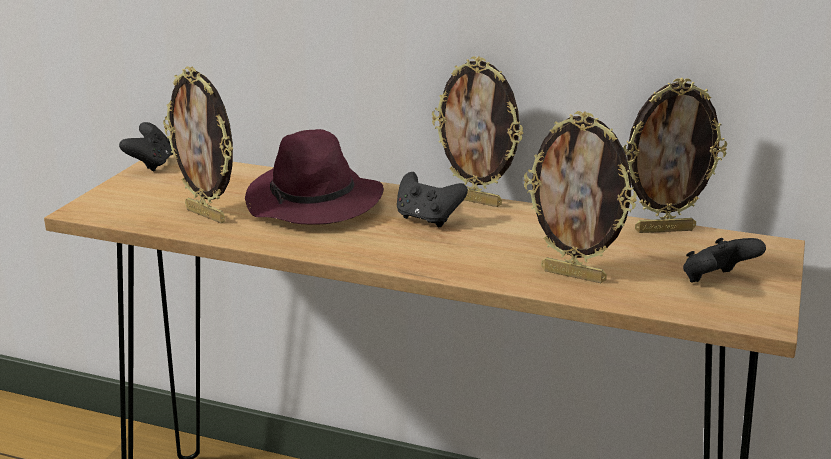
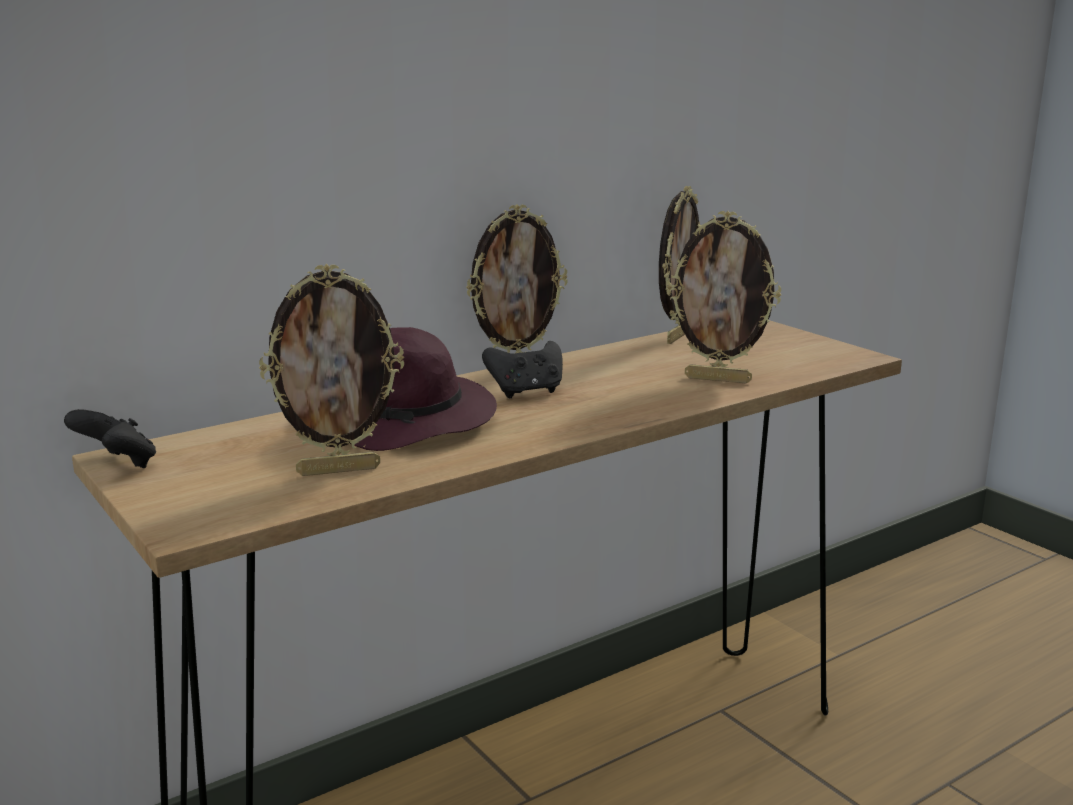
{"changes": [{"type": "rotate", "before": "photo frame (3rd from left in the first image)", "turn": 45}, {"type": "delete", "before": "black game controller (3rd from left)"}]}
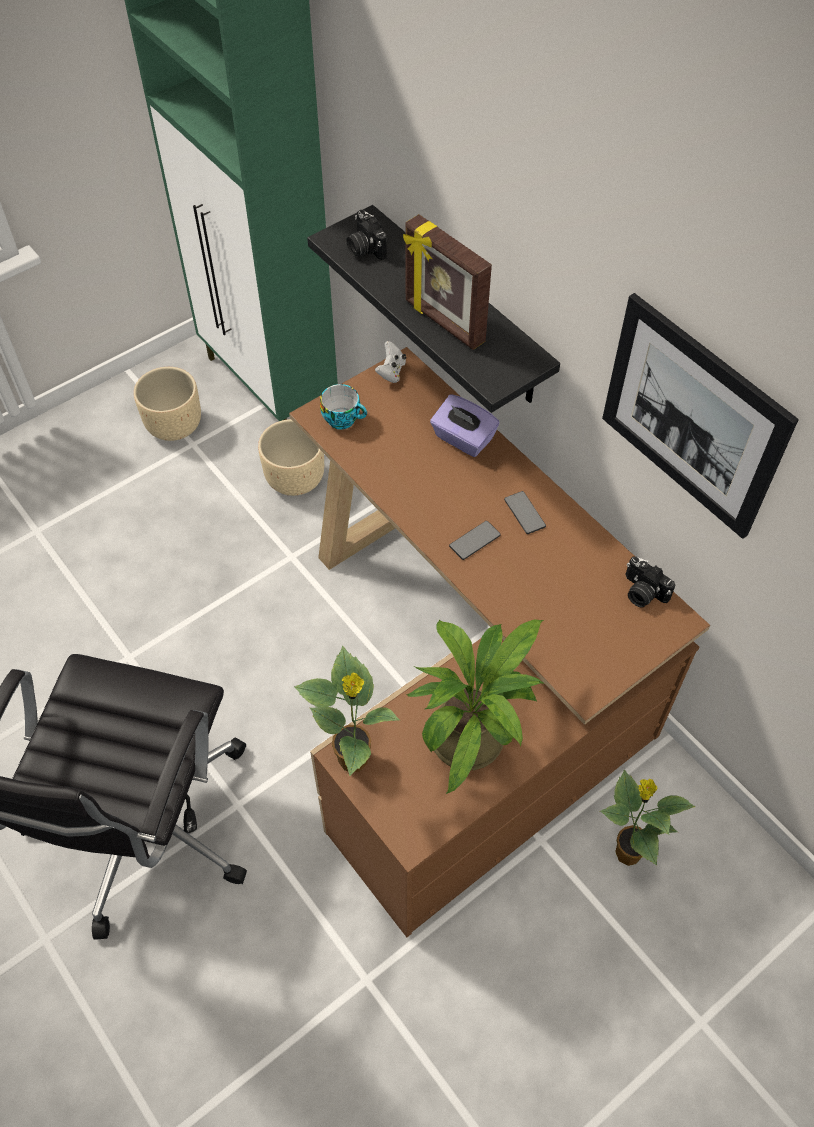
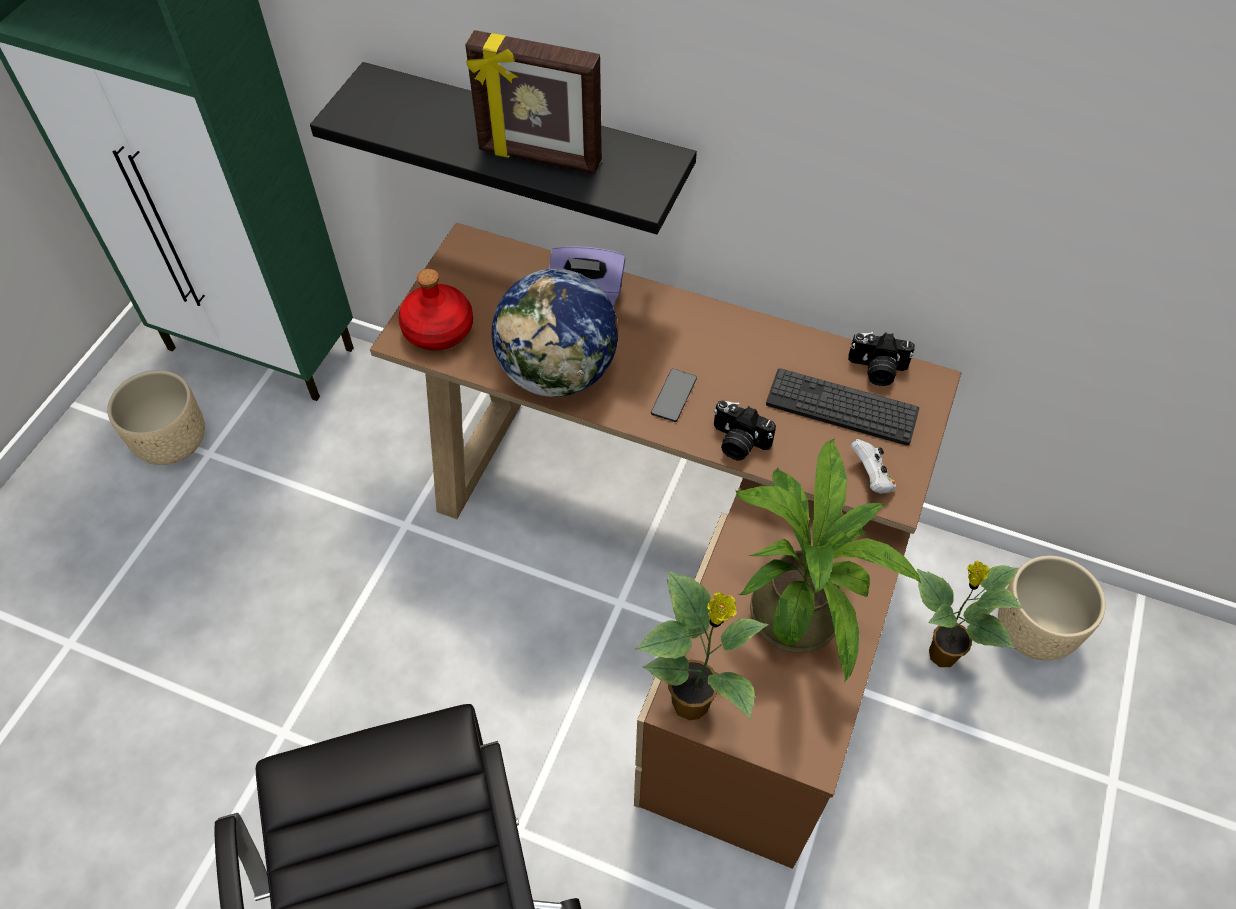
{"changes": [{"type": "replace", "before": "small cup", "after": "red-coloured bottle"}, {"type": "insert", "after": "desk globe"}, {"type": "move", "before": "still camera (1st from left)"}, {"type": "insert", "after": "computer keyboard"}, {"type": "move", "before": "white-coloured game controller"}, {"type": "move", "before": "beige plant pot (2nd from left)"}, {"type": "delete", "before": "telephone (2nd from left)"}, {"type": "delete", "before": "picture"}]}
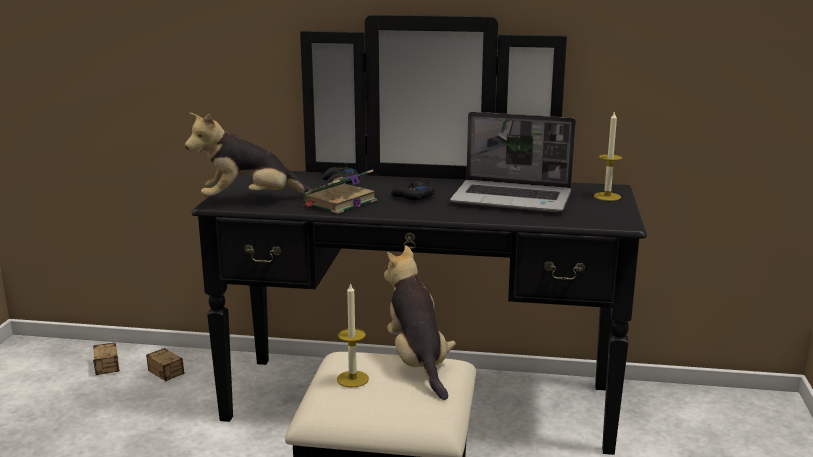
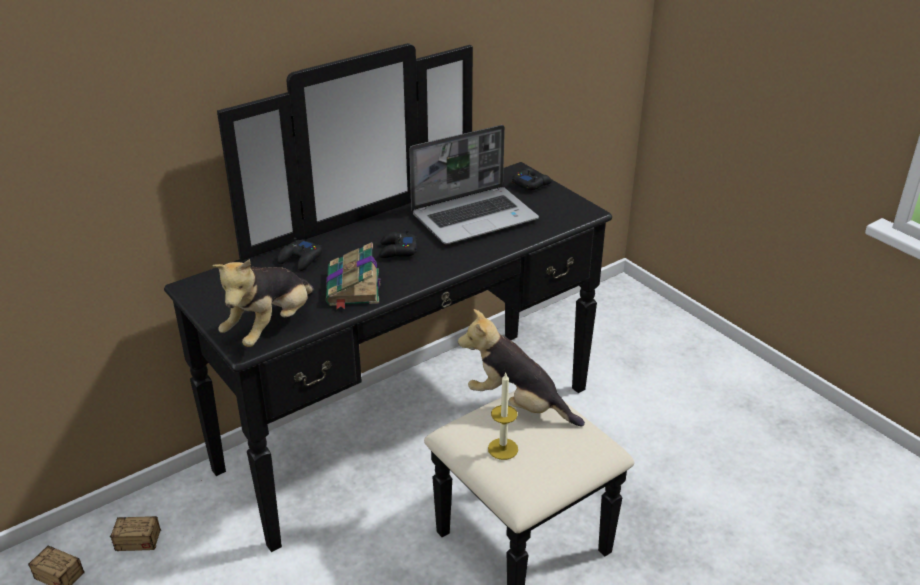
{"changes": [{"type": "replace", "before": "wax light (2nd from left)", "after": "black game controller (3rd from left)"}]}
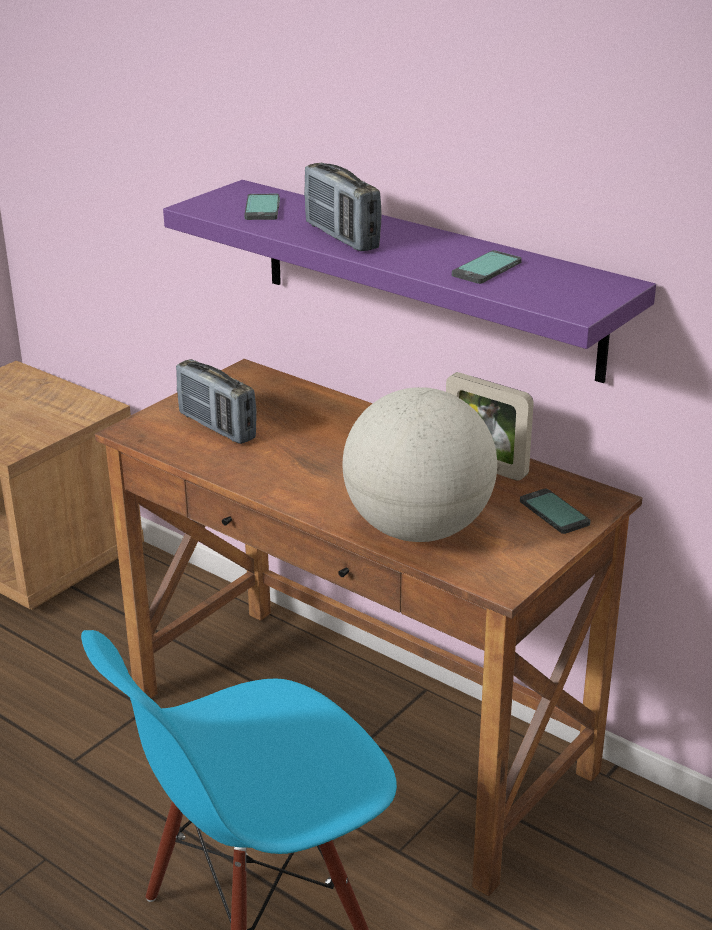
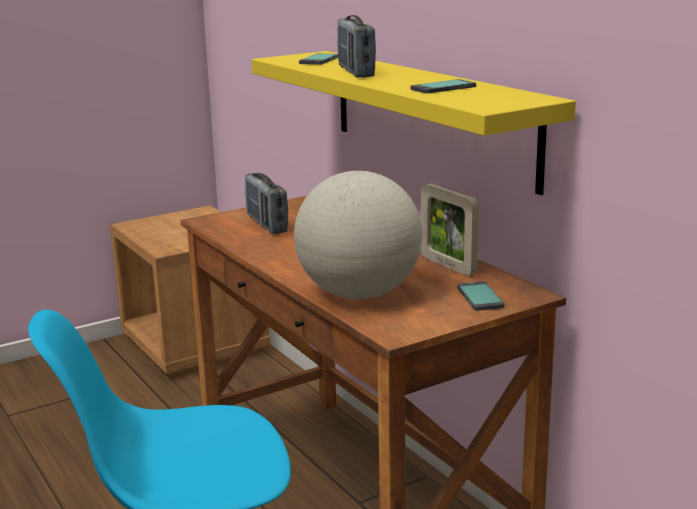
{"changes": [{"type": "recolor", "before": "purplish shelf", "after": "yellow-coloured shelf"}]}
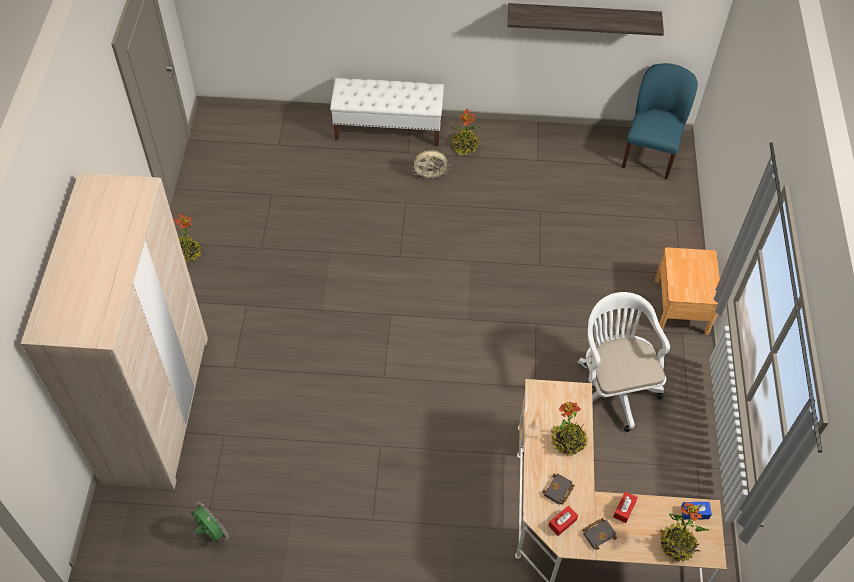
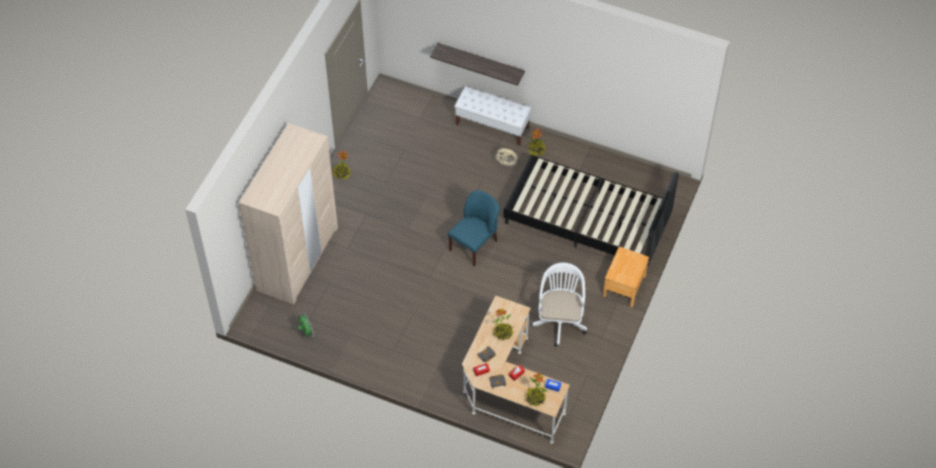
{"changes": [{"type": "move", "before": "shelf"}, {"type": "move", "before": "blue plain chair"}, {"type": "insert", "after": "black bed"}]}
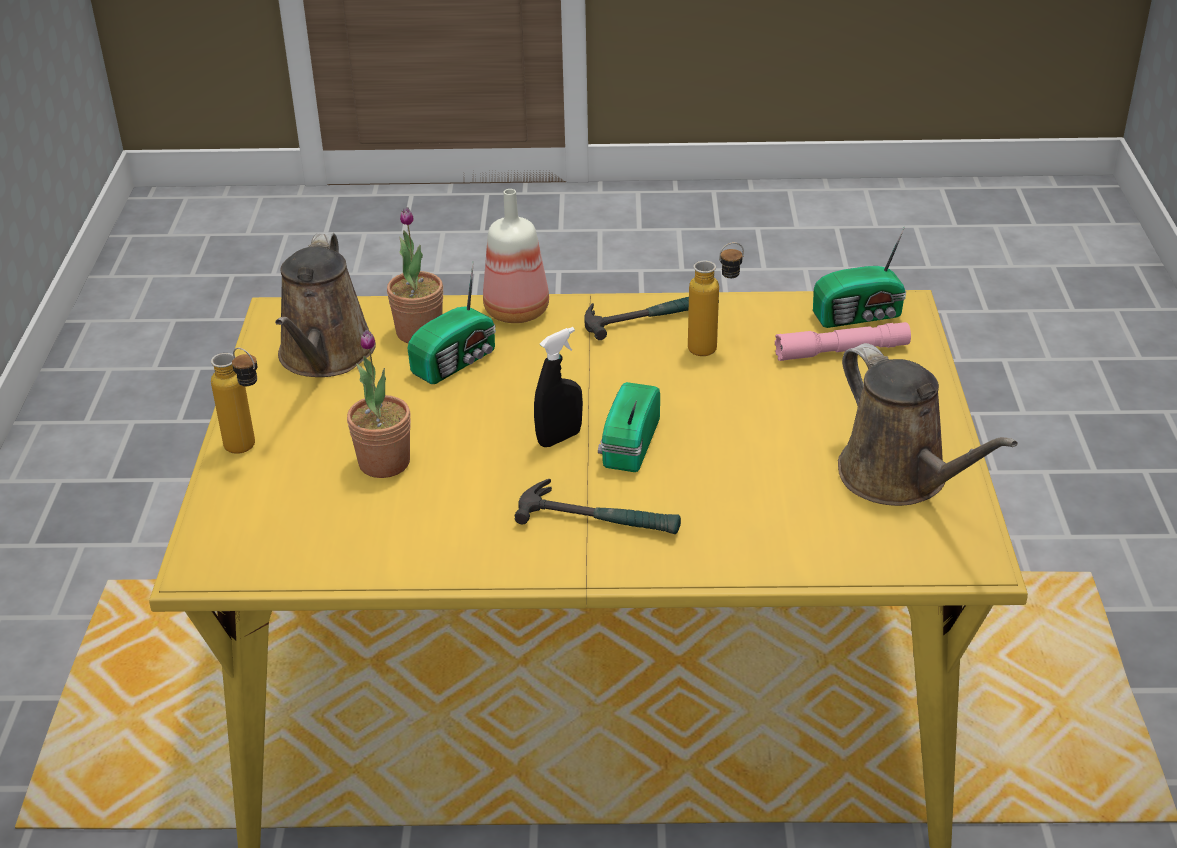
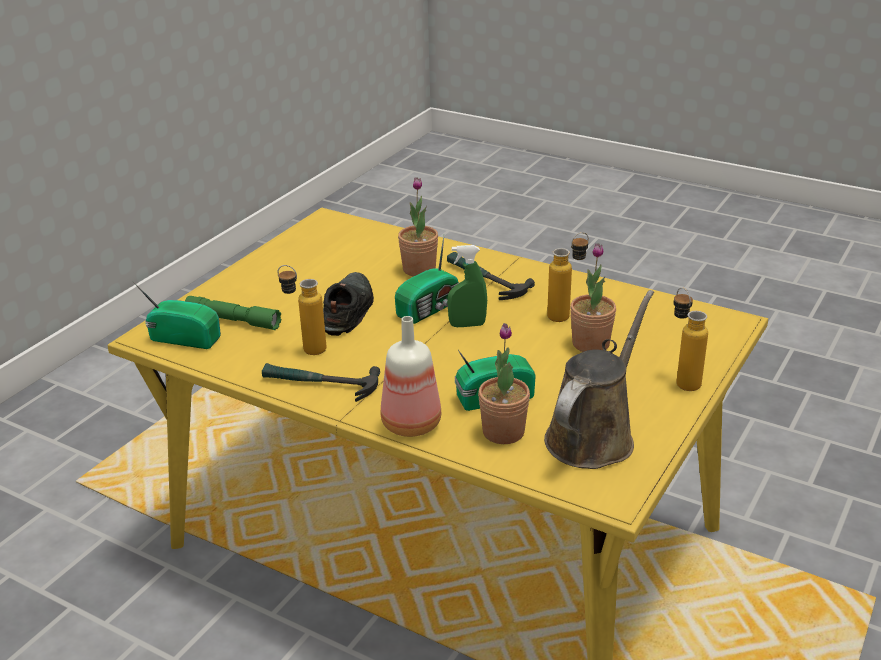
{"changes": [{"type": "recolor", "before": "pink-coloured hand torch", "after": "greenish hand torch"}, {"type": "insert", "after": "black low shoe"}, {"type": "insert", "after": "plant in a pot (1st from left)"}, {"type": "recolor", "before": "black spray bottle", "after": "greenish spray bottle"}, {"type": "insert", "after": "bottle (3rd from left)"}, {"type": "delete", "before": "brown-coloured sprinkling can (2nd from left)"}]}
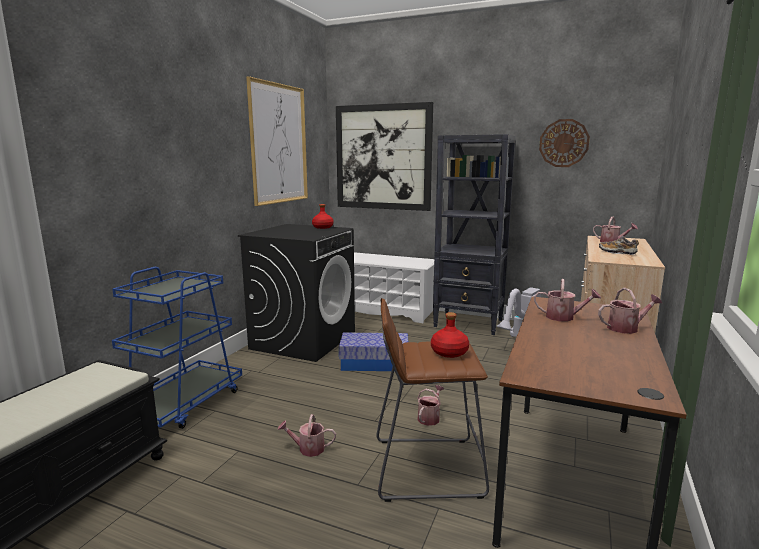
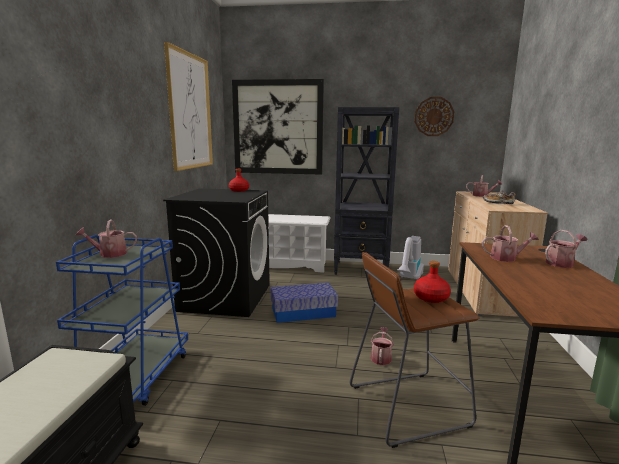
{"changes": [{"type": "move", "before": "sprinkling can (1st from left)"}]}
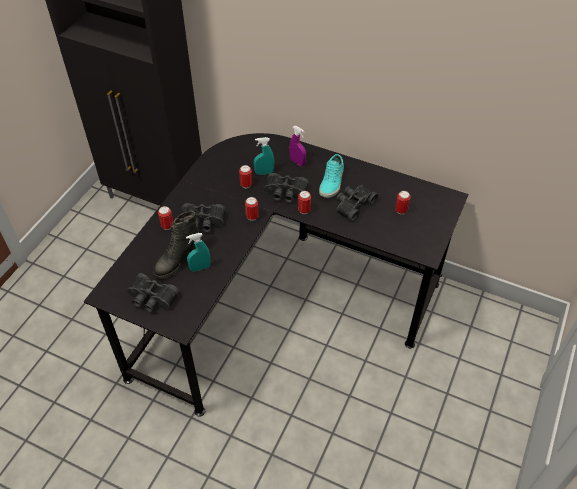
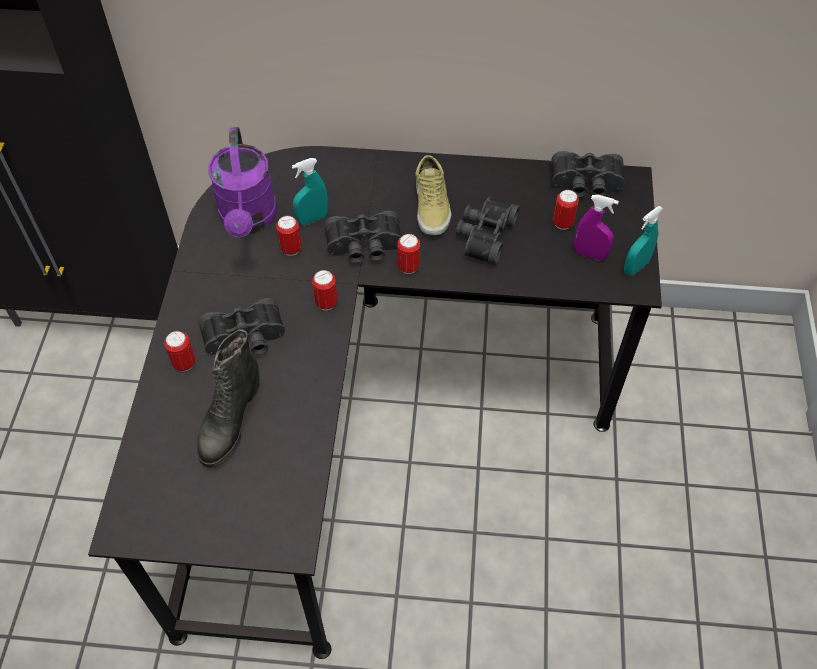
{"changes": [{"type": "insert", "after": "purplish sprinkling can"}, {"type": "recolor", "before": "turquoise-coloured low shoe", "after": "beige low shoe"}, {"type": "move", "before": "black field glasses (1st from left in the first image)", "after": "black field glasses (4th from left)"}, {"type": "move", "before": "purplish spray bottle"}, {"type": "move", "before": "turquoise-coloured spray bottle (1st from left in the first image)", "after": "turquoise-coloured spray bottle (2nd from left)"}]}
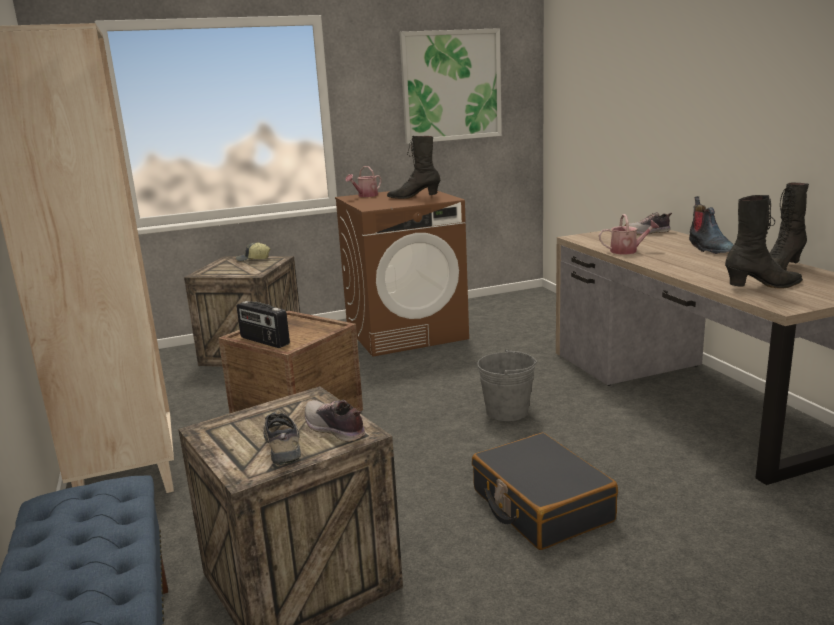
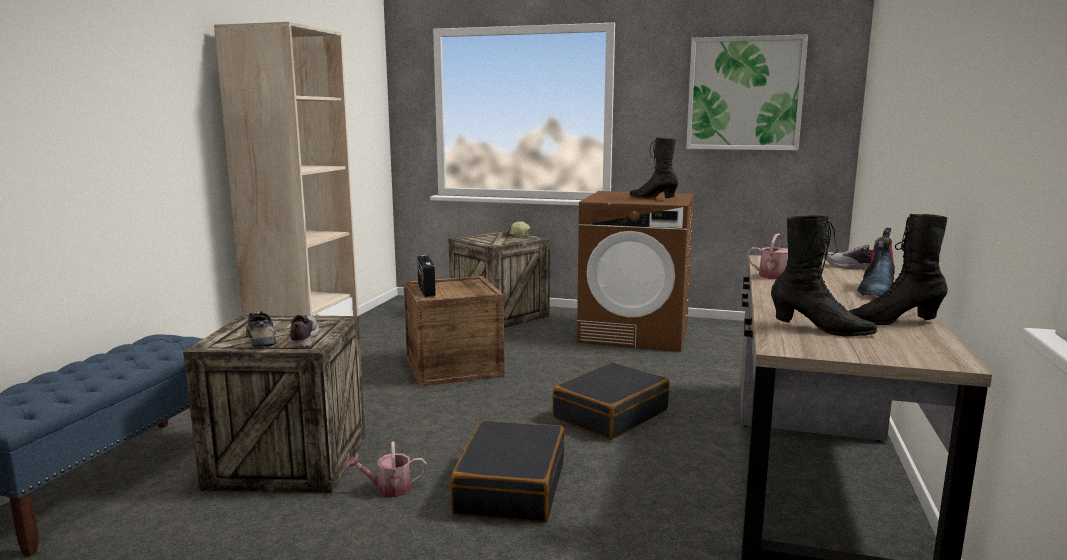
{"changes": [{"type": "rotate", "before": "low shoe (1st from left)", "turn": -45}, {"type": "move", "before": "sprinkling can (1st from left)"}, {"type": "replace", "before": "grey water bucket", "after": "black suitcase (2nd from left)"}]}
